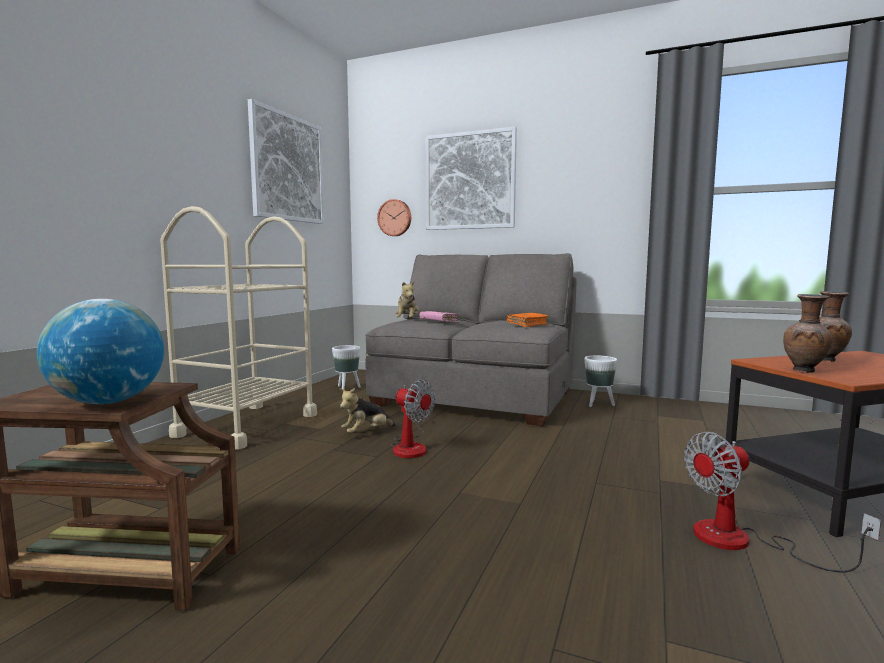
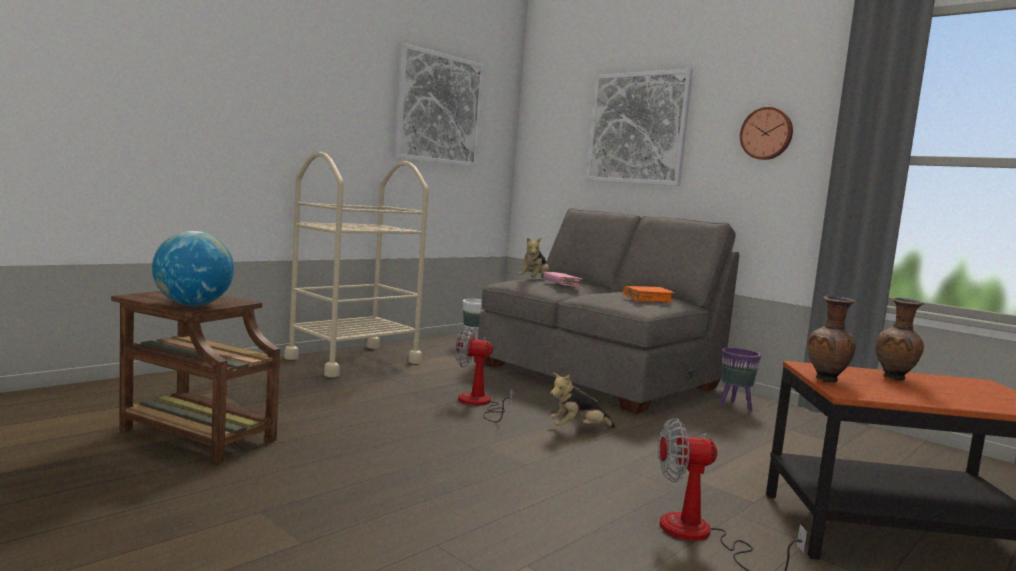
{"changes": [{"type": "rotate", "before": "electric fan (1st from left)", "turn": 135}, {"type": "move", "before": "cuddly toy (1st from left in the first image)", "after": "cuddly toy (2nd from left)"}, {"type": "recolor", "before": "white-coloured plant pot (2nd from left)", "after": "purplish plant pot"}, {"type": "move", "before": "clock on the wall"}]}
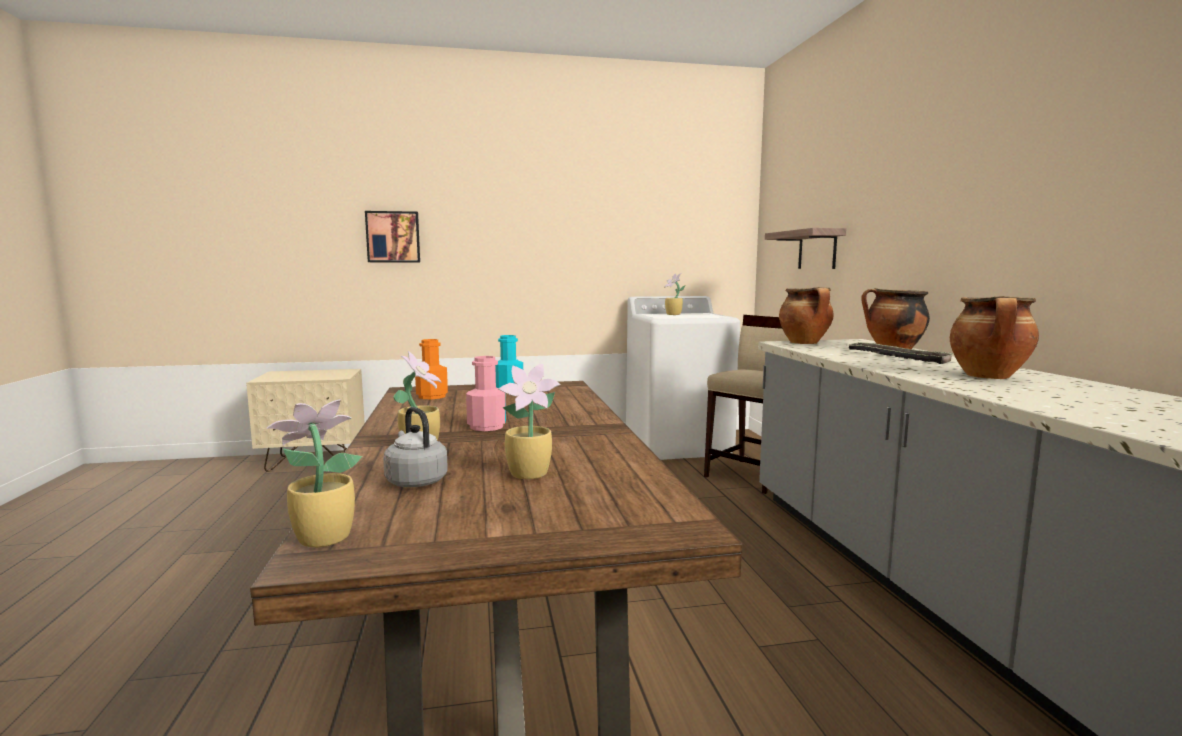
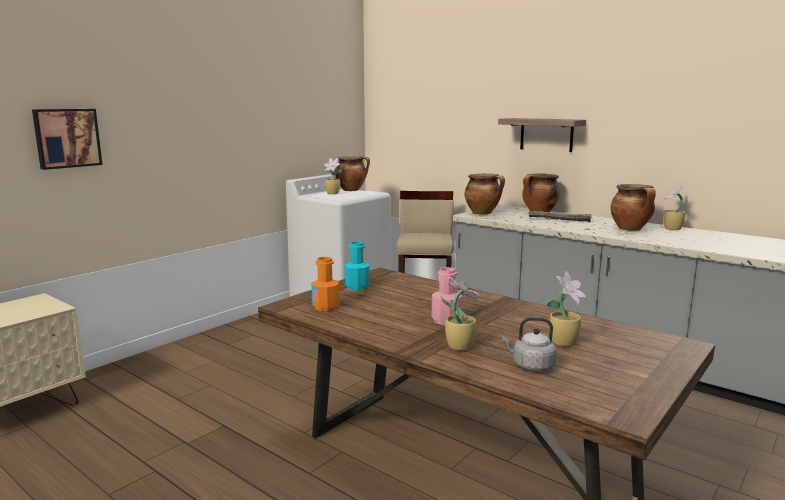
{"changes": [{"type": "insert", "after": "cooking pot (1st from left)"}, {"type": "move", "before": "shelf"}, {"type": "move", "before": "plant in a pot (1st from left in the first image)", "after": "plant in a pot (4th from left)"}]}
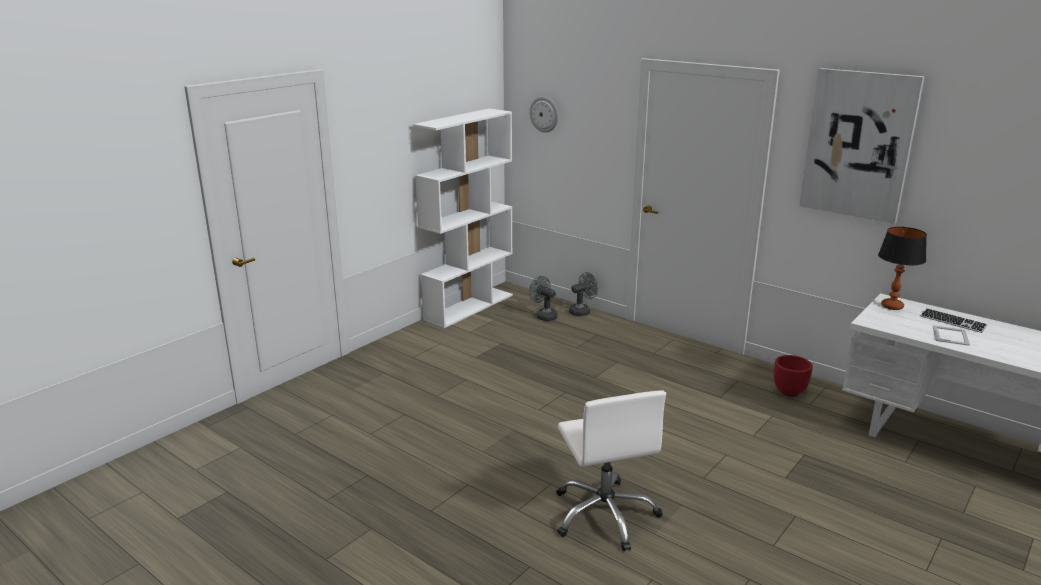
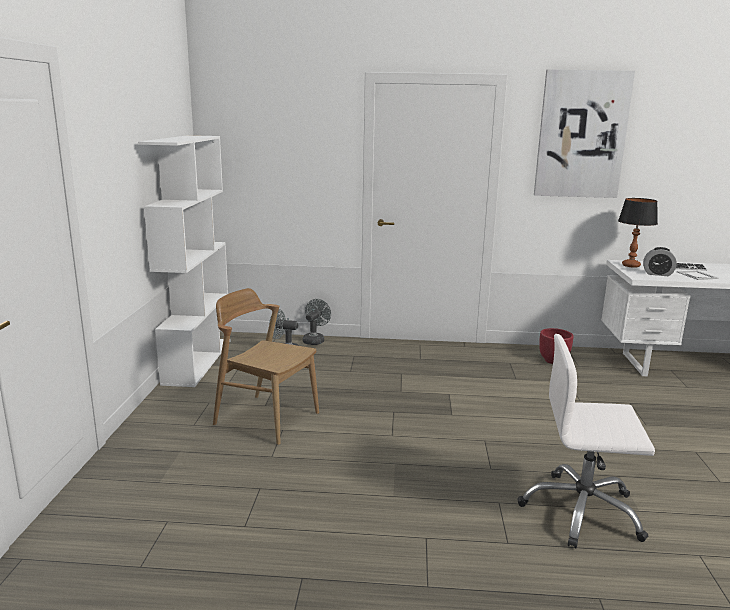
{"changes": [{"type": "insert", "after": "brown-coloured plain chair"}, {"type": "rotate", "before": "white-coloured office chair", "turn": 150}, {"type": "insert", "after": "bedside clock"}, {"type": "delete", "before": "clock on the wall"}]}
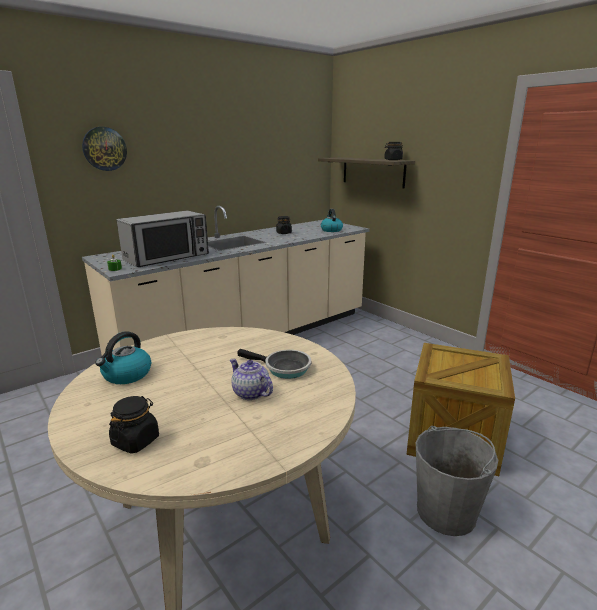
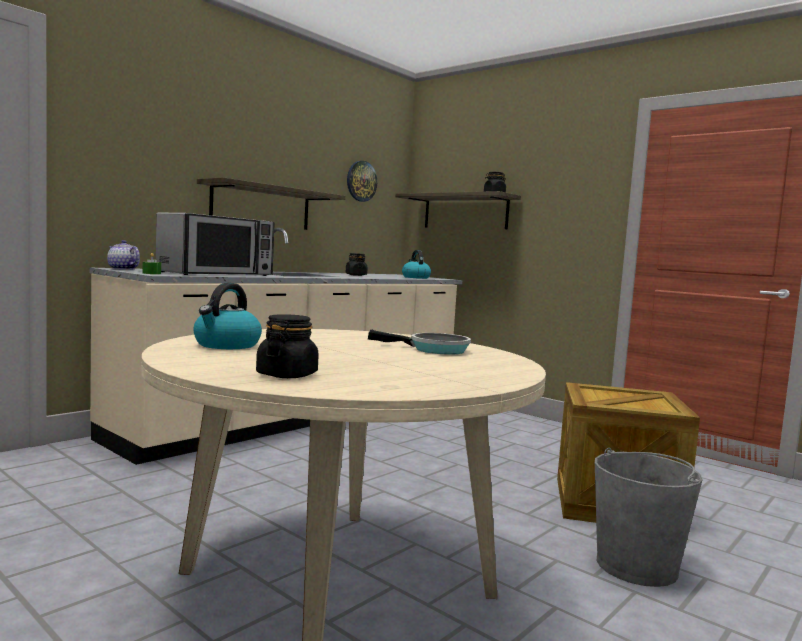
{"changes": [{"type": "move", "before": "pot for tea"}, {"type": "insert", "after": "shelf (1st from left)"}, {"type": "move", "before": "clock on the wall"}]}
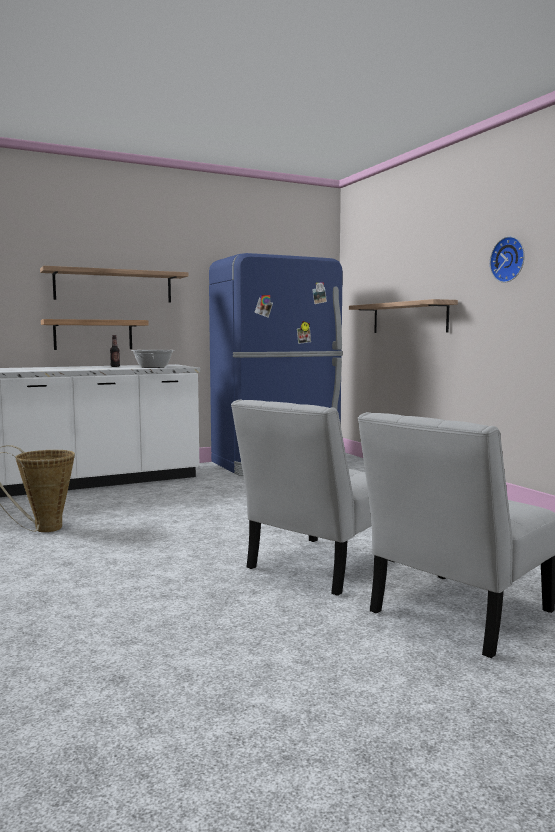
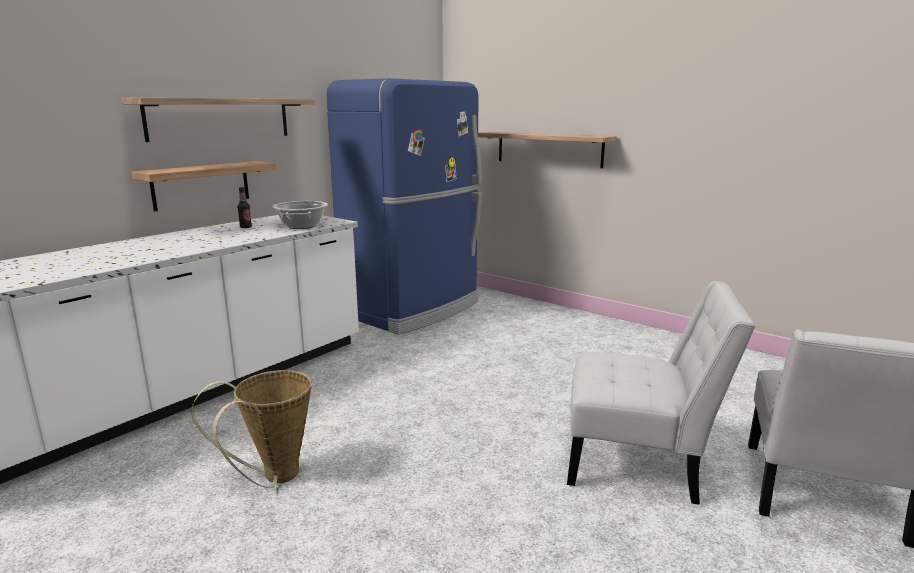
{"changes": [{"type": "rotate", "before": "white-coloured plain chair (1st from left)", "turn": -90}, {"type": "delete", "before": "clock on the wall"}]}
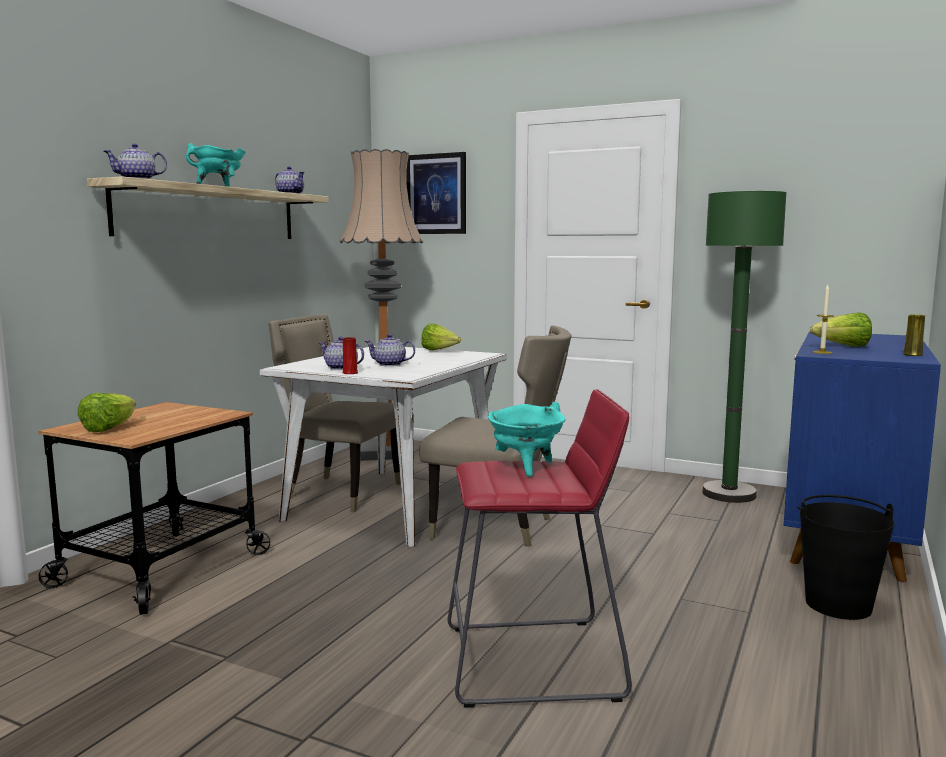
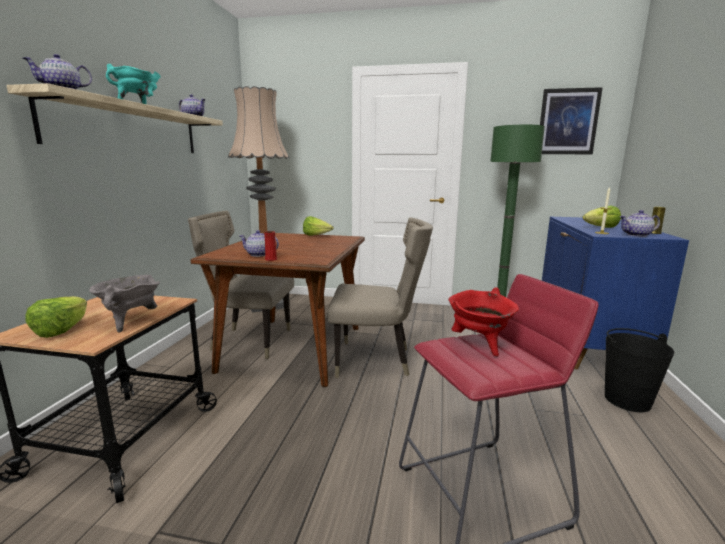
{"changes": [{"type": "insert", "after": "grey cooking pot"}, {"type": "recolor", "before": "white-coloured kitchen table", "after": "brown-coloured kitchen table"}, {"type": "recolor", "before": "turquoise-coloured cooking pot (2nd from left)", "after": "red-coloured cooking pot"}, {"type": "move", "before": "picture"}, {"type": "move", "before": "pot for tea (4th from left)"}]}
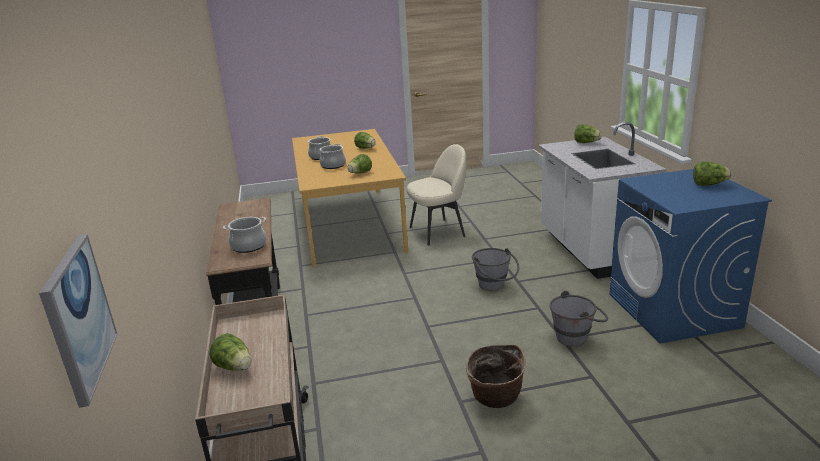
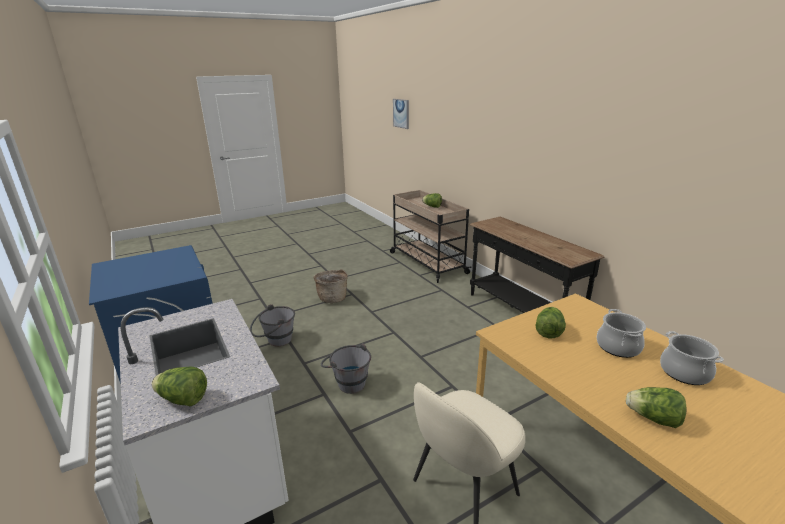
{"changes": [{"type": "delete", "before": "cooking pot (1st from left)"}, {"type": "delete", "before": "head of lettuce (5th from left)"}]}
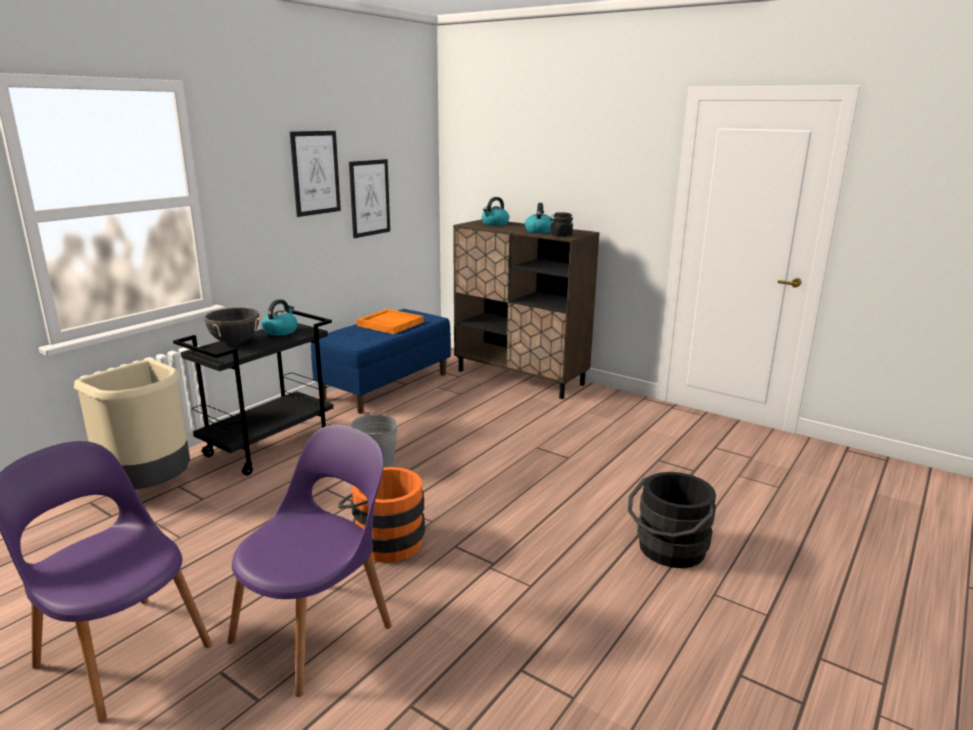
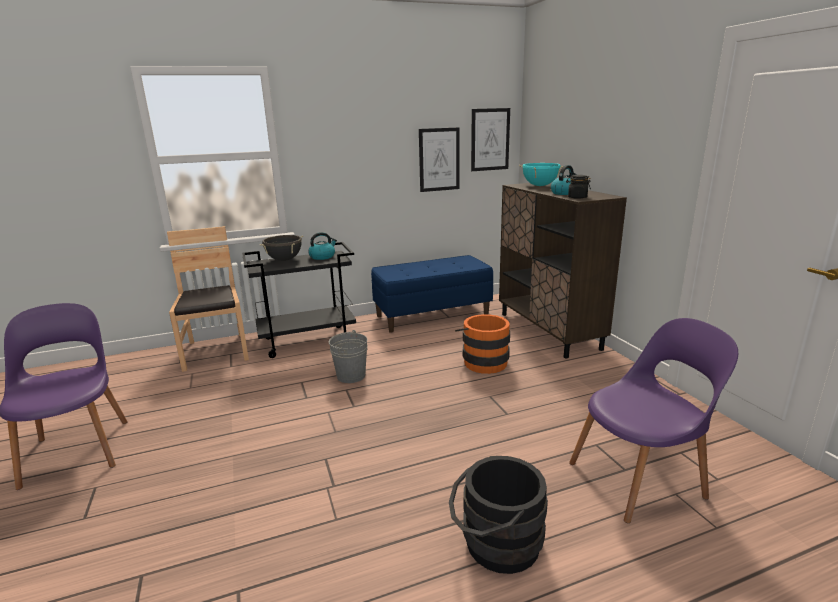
{"changes": [{"type": "replace", "before": "beige rubbish bin", "after": "brown-coloured plain chair"}, {"type": "move", "before": "orange-coloured water bucket"}, {"type": "move", "before": "picture (1st from left in the first image)", "after": "picture (2nd from left)"}, {"type": "replace", "before": "tea kettle (2nd from left)", "after": "turquoise-coloured cooking pot"}, {"type": "move", "before": "purplish plain chair (2nd from left)"}, {"type": "delete", "before": "orange-coloured tray"}]}
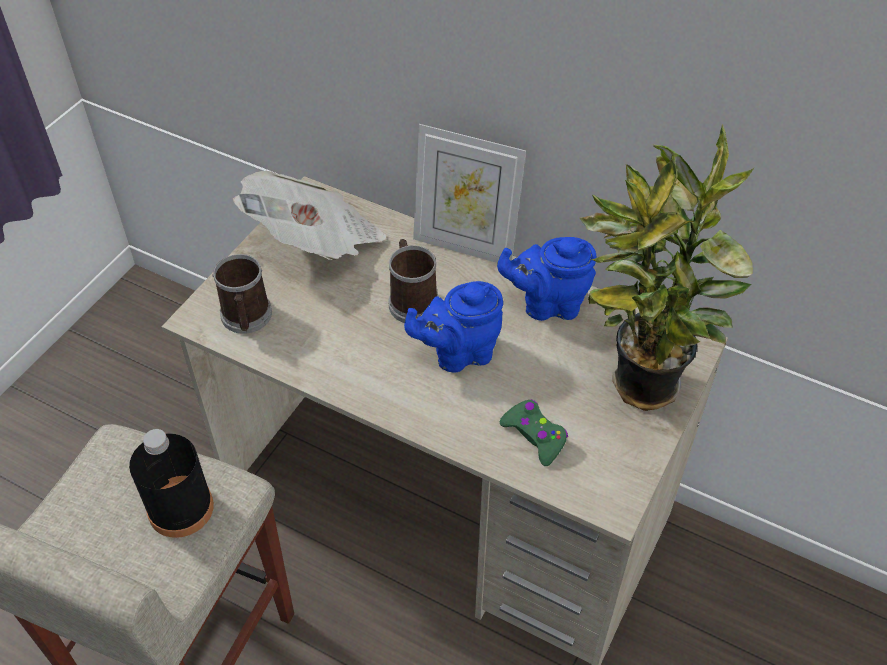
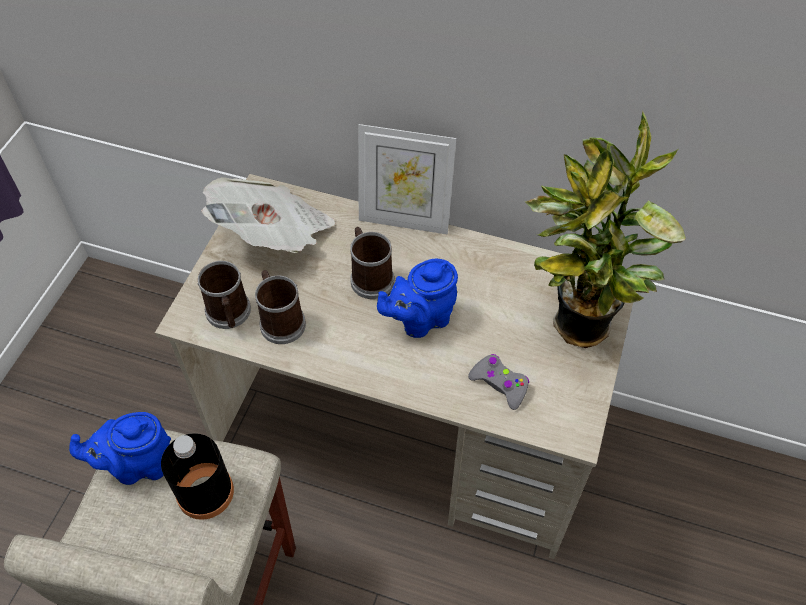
{"changes": [{"type": "move", "before": "blue pot for tea (2nd from left in the first image)", "after": "blue pot for tea (1st from left)"}, {"type": "insert", "after": "coffee mug (2nd from left)"}, {"type": "recolor", "before": "greenish game controller", "after": "grey game controller"}]}
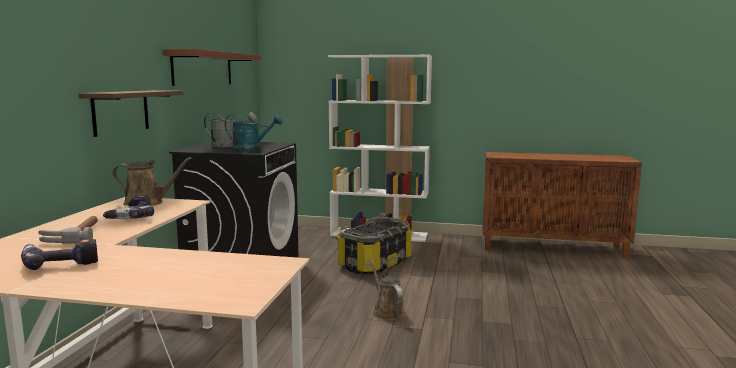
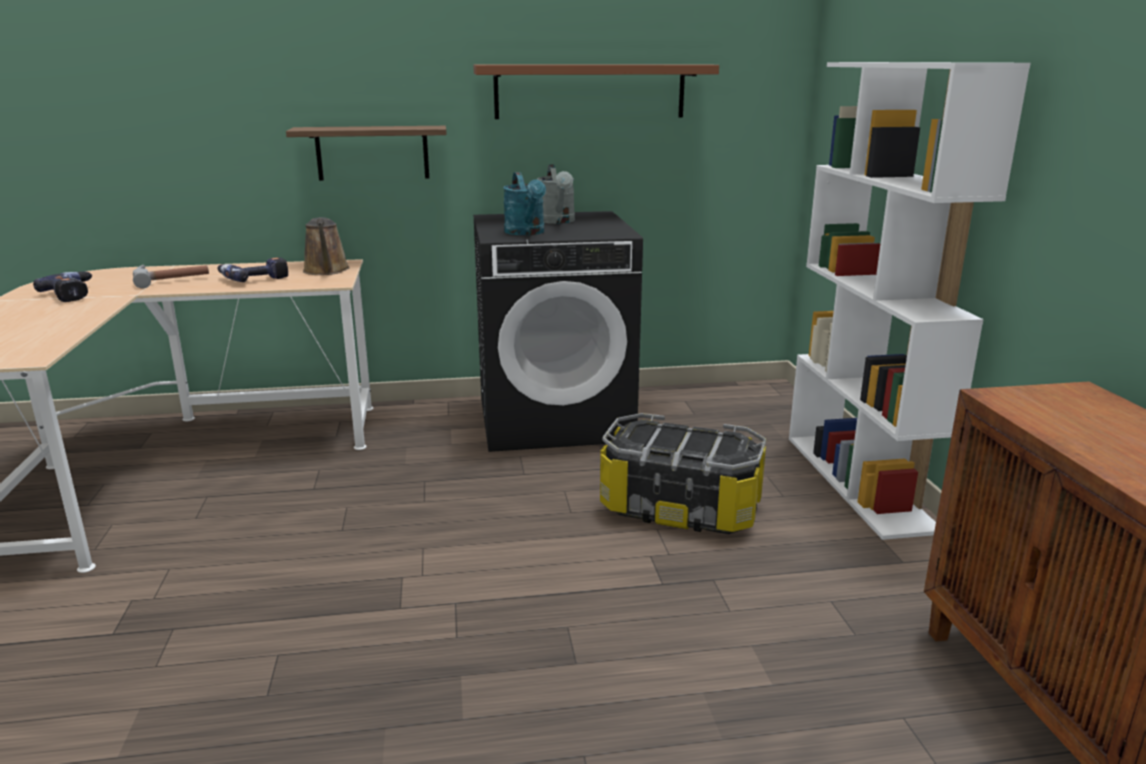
{"changes": [{"type": "delete", "before": "brown-coloured sprinkling can (2nd from left)"}]}
